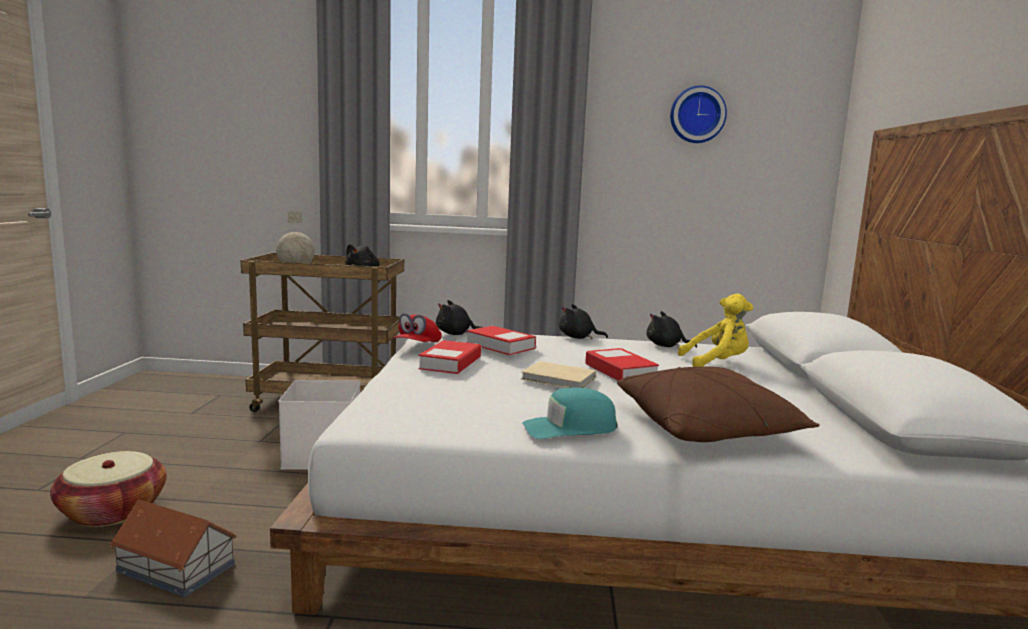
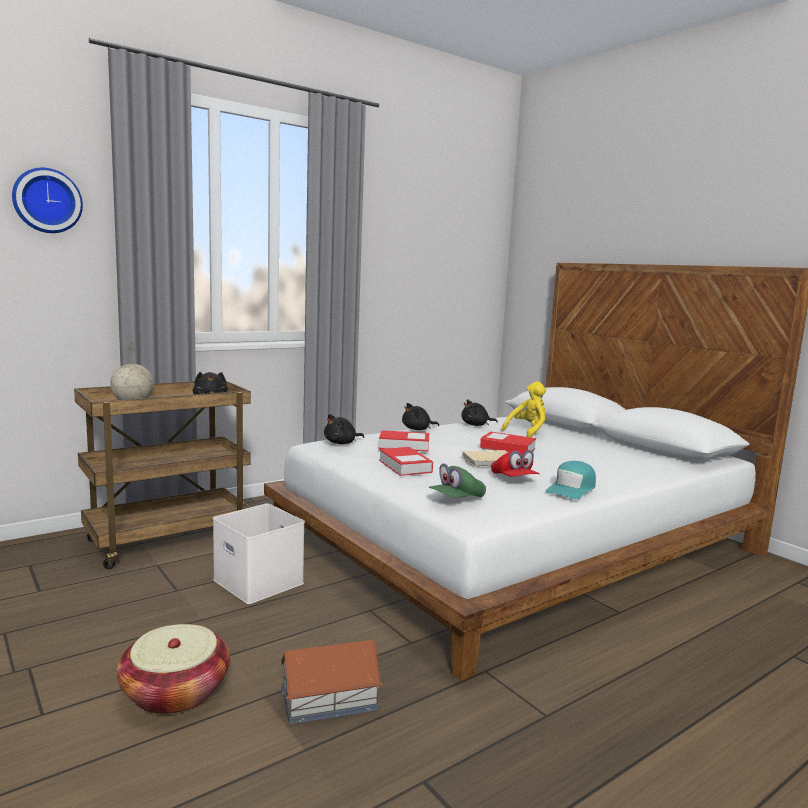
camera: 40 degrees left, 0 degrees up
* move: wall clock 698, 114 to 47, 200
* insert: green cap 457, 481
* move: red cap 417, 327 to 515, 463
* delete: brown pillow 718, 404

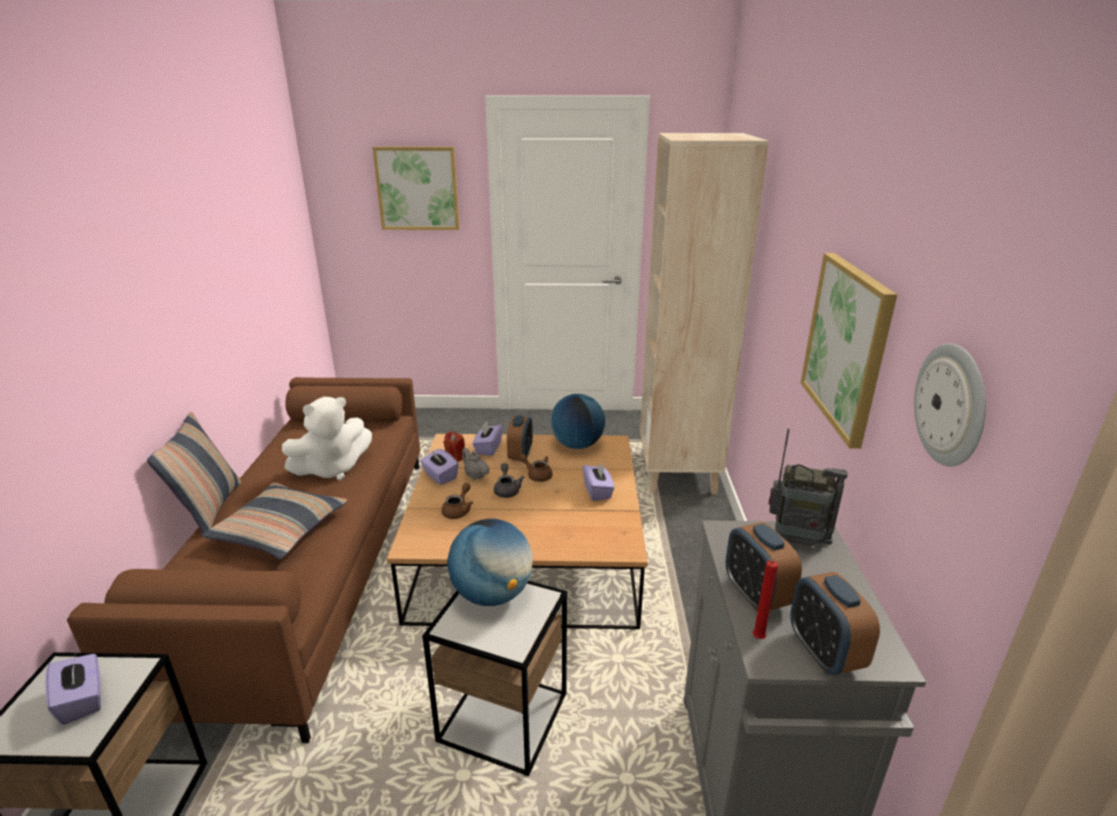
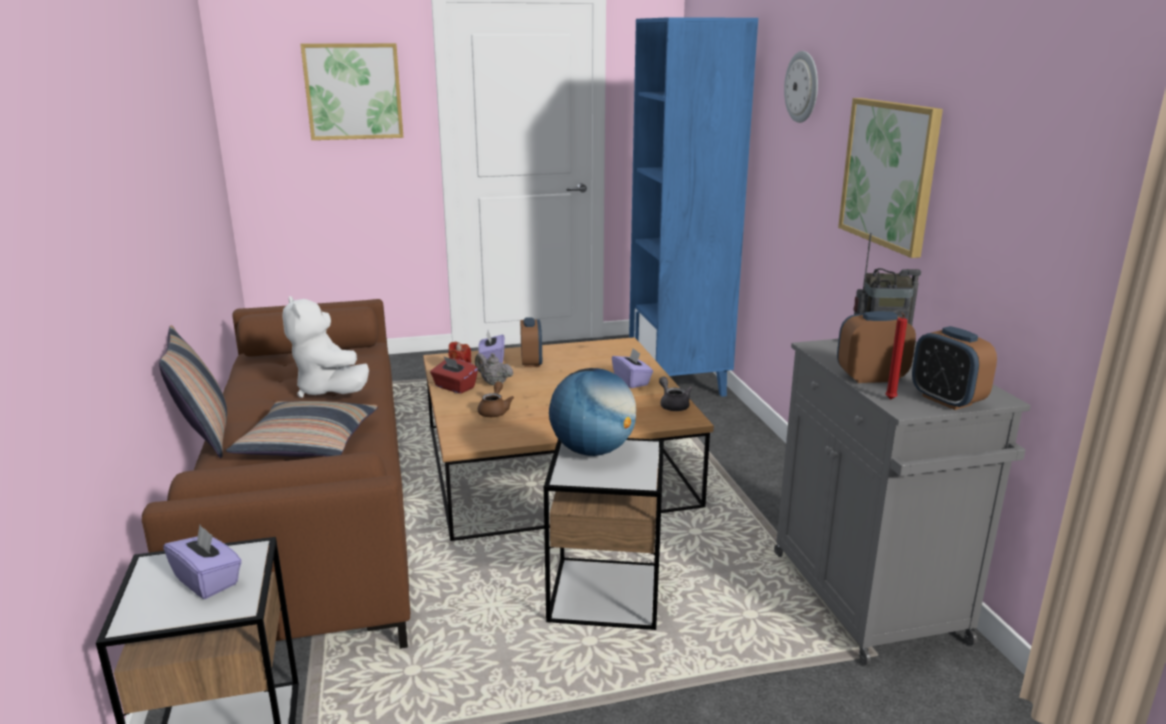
camera: 15 degrees left, 5 degrees down
* rotate: white plush toy 327, 438 = 325, 347 105 degrees clockwise
* recolor: purple tissue box 439, 467 to red tissue box 454, 375
* recolor: beige bookcase 704, 314 to blue bookcase 693, 207
* move: grey teapot 509, 480 to 675, 394
* move: wall clock 950, 405 to 801, 87
* rotate: alarm clock 764, 567 = 876, 347 120 degrees clockwise
* delete: brown teapot 536, 468
* delete: globe 577, 421

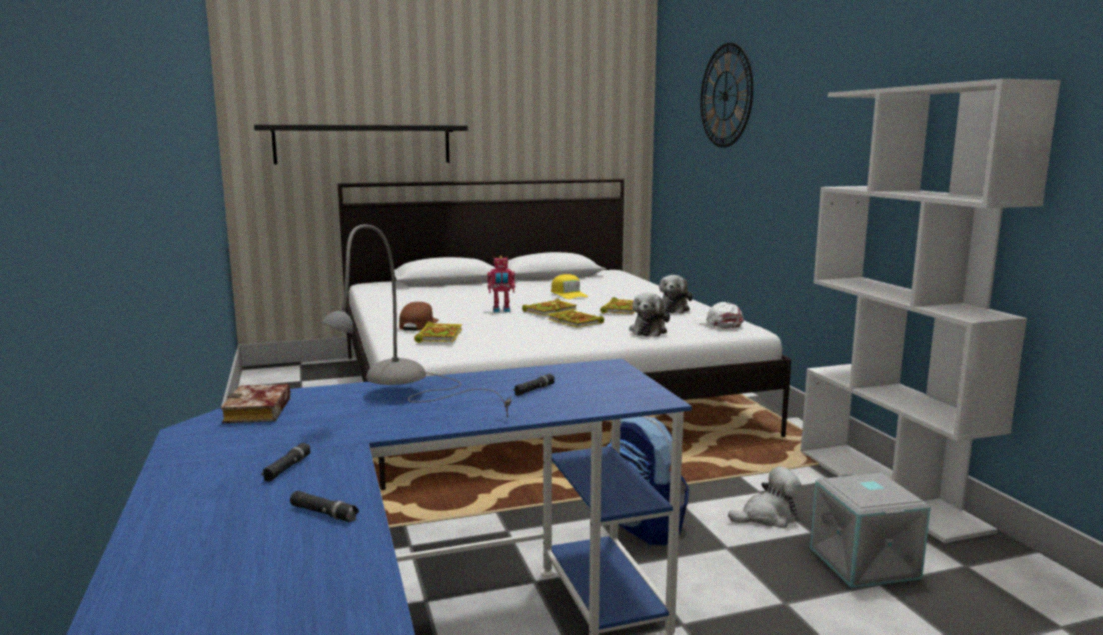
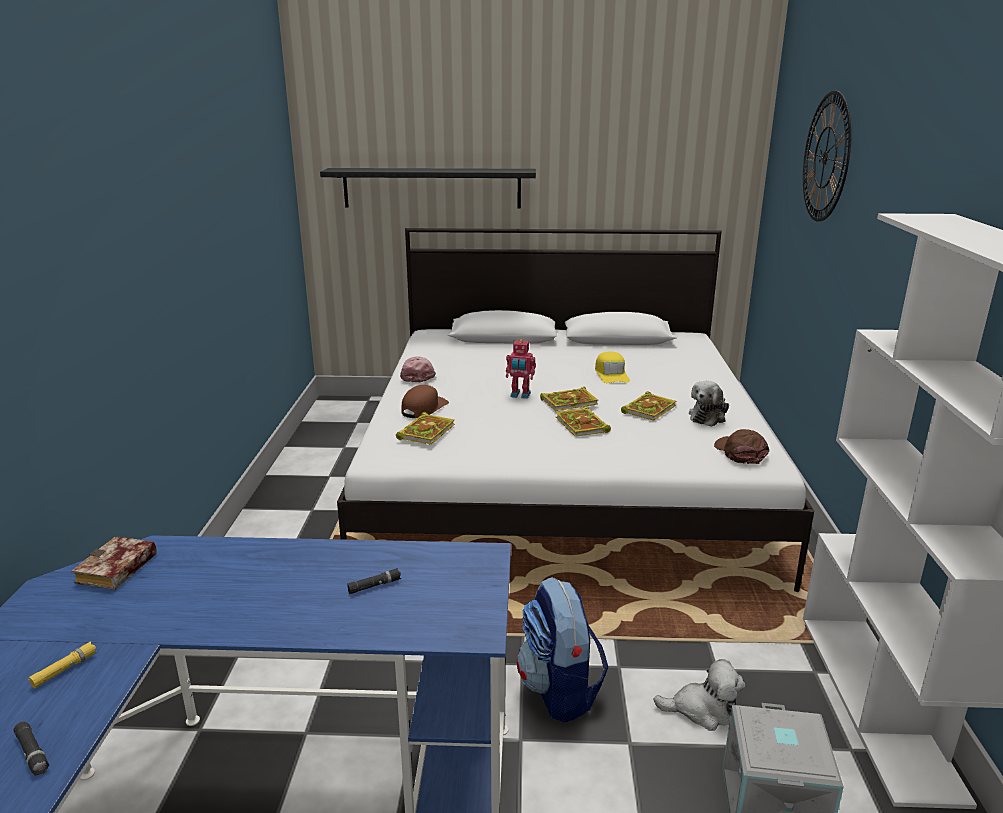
camera: 20 degrees right, 10 degrees up
* recolor: black flashlight 286, 462 to yellow flashlight 63, 665
* insert: pink cap 418, 369
* recolor: white cap 718, 315 to brown cap 741, 446
* delete: grey table lamp 417, 321
* delete: plush toy 649, 315

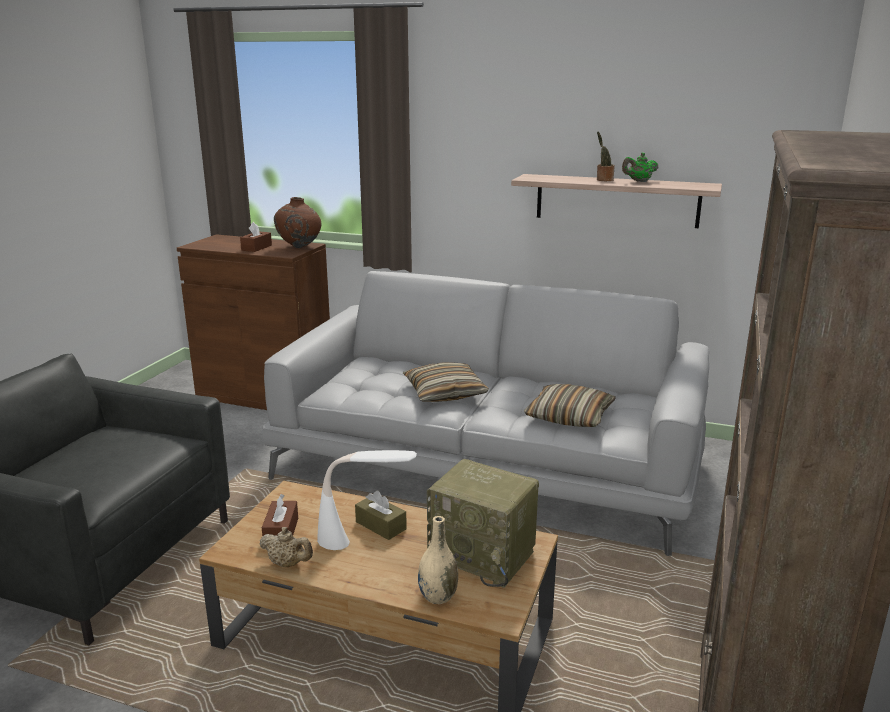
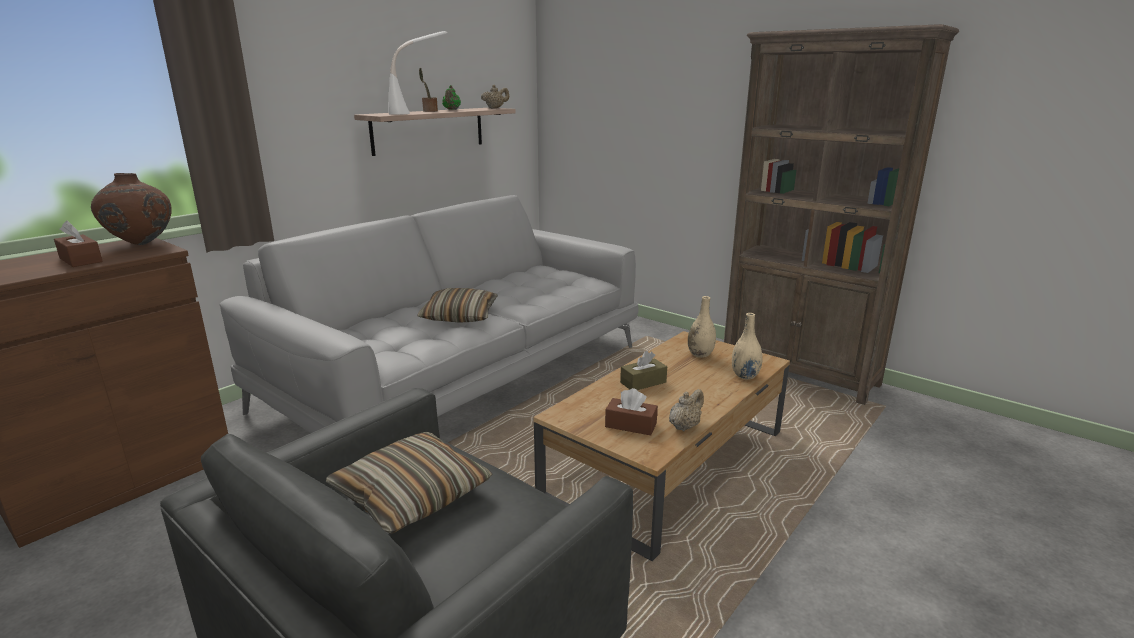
camera: 70 degrees left, 0 degrees up
* move: pillow 570, 405 to 409, 483
* move: white table lamp 367, 500 to 418, 73
* insert: beige teapot 495, 97
* replace: radio 483, 523 to beige vase 702, 327

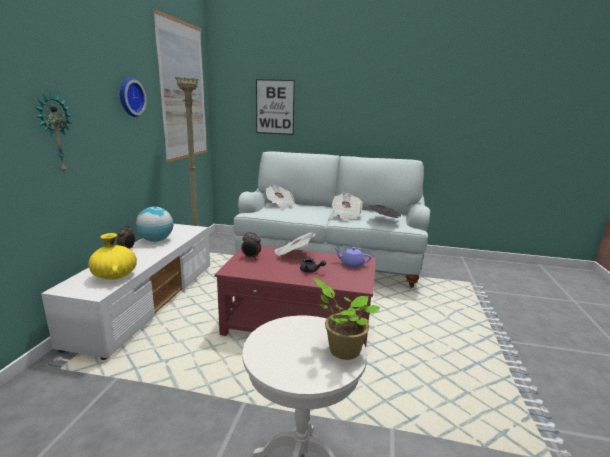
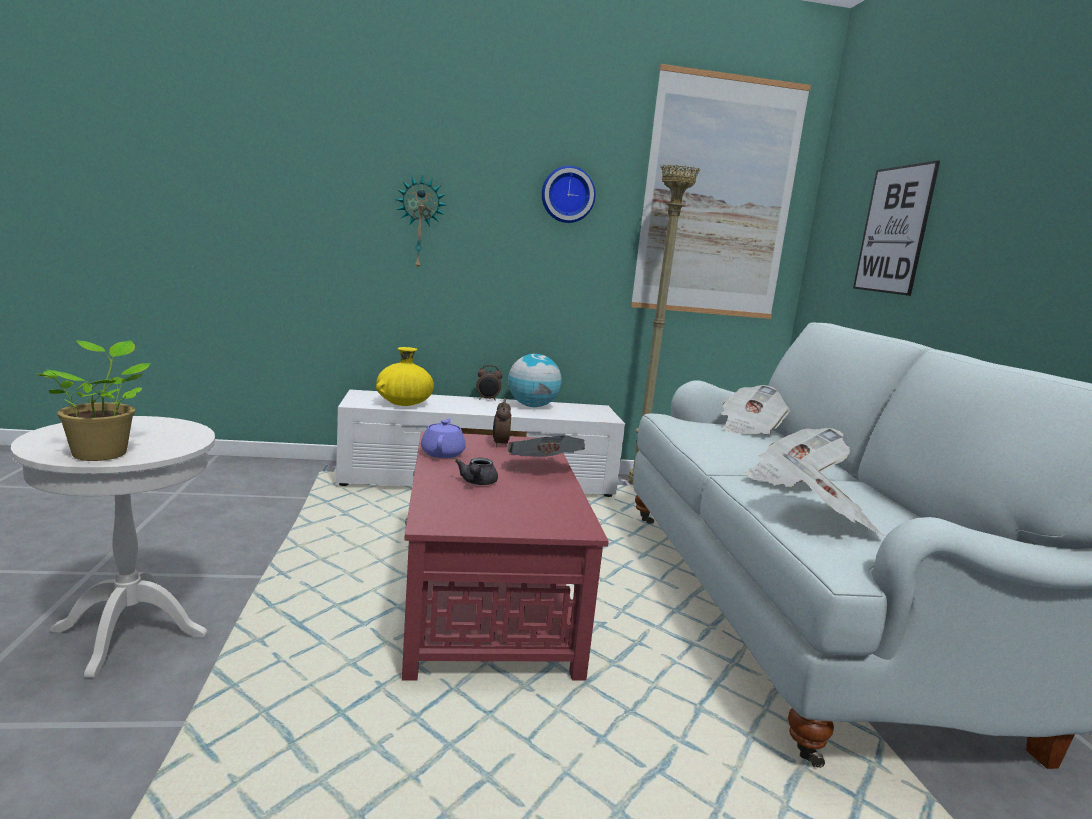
camera: 70 degrees right, 5 degrees down
* move: purple teapot 352, 257 to 443, 438

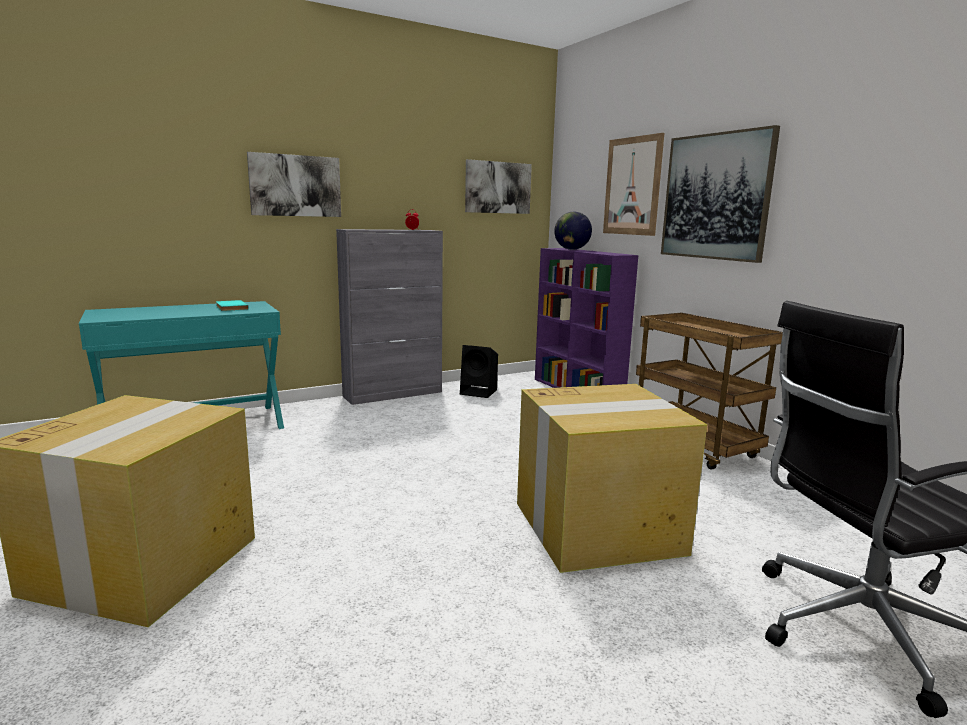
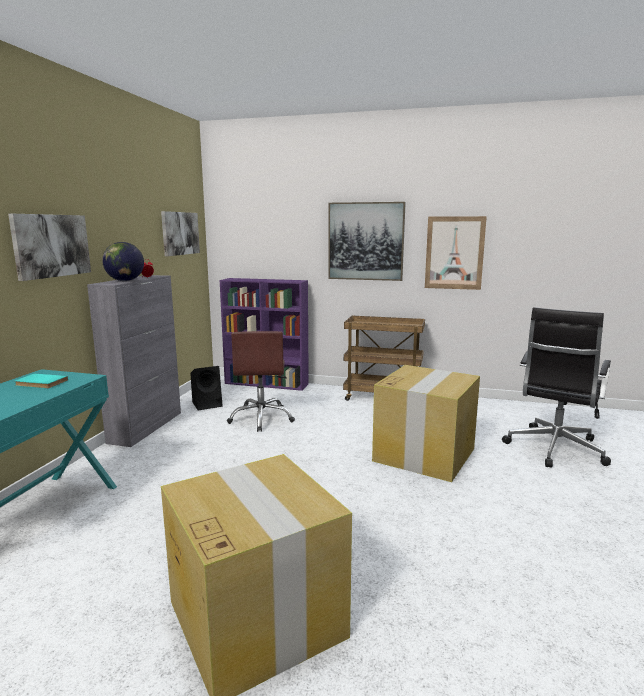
camera: 45 degrees left, 0 degrees up
* move: globe 573, 231 to 123, 261
* insert: brown office chair 261, 381
* move: picture 633, 184 to 456, 253

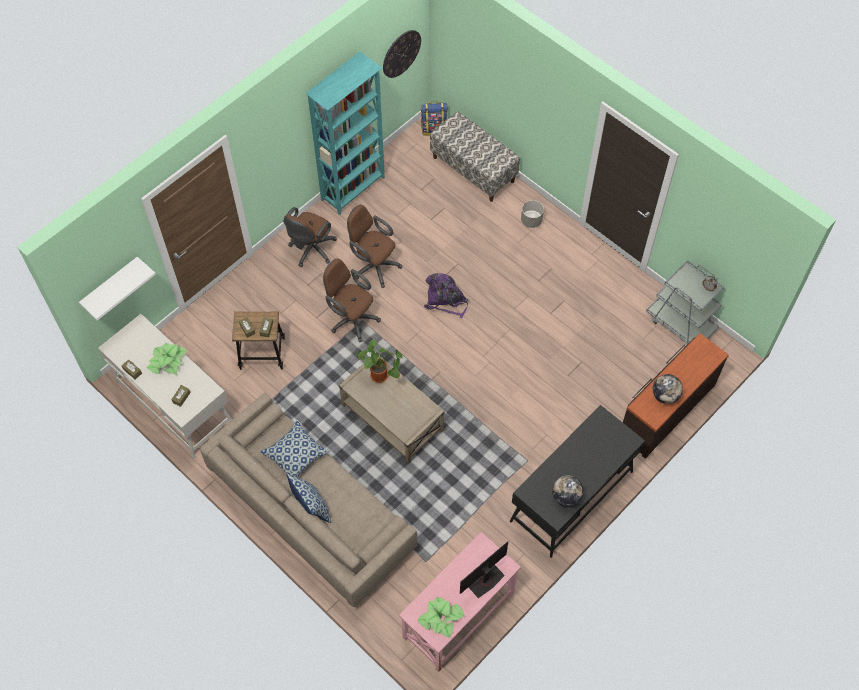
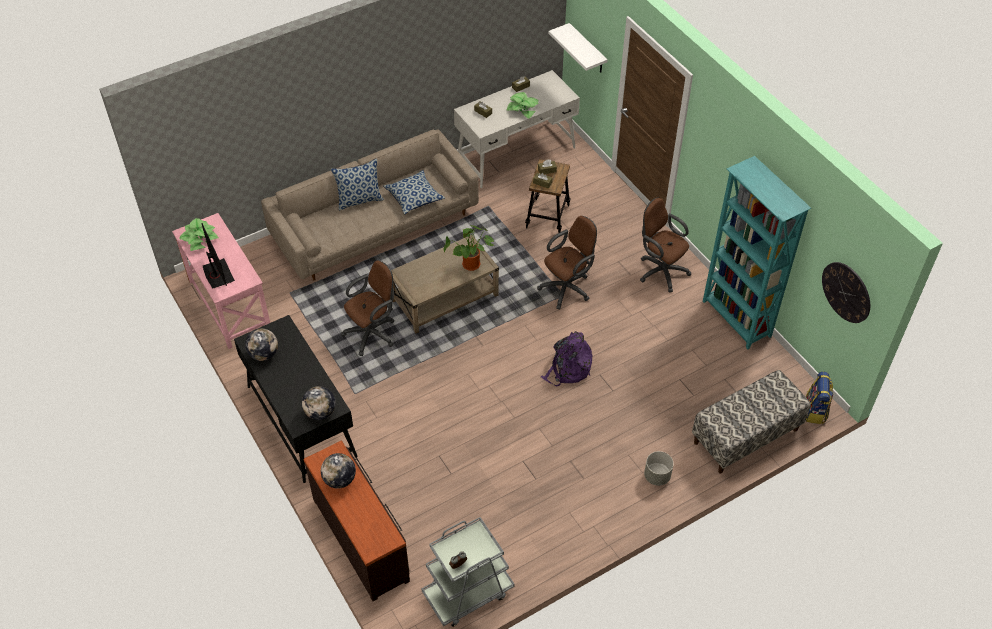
camera: 105 degrees right, 10 degrees down
* insert: globe 319, 403
* move: brown office chair 374, 246 to 368, 308

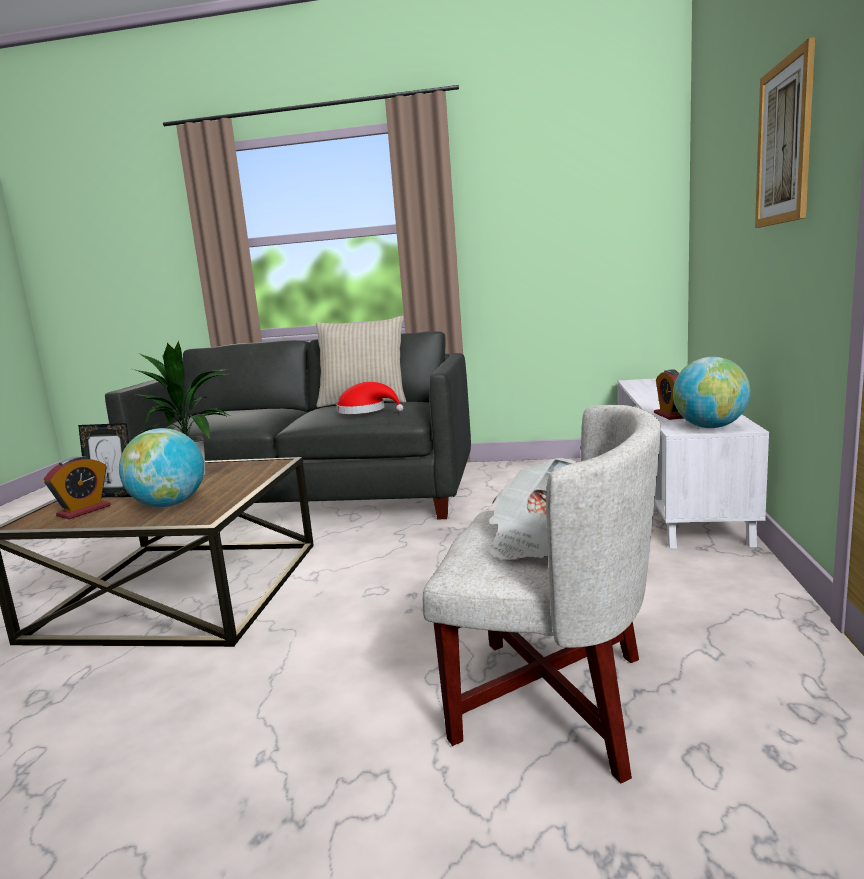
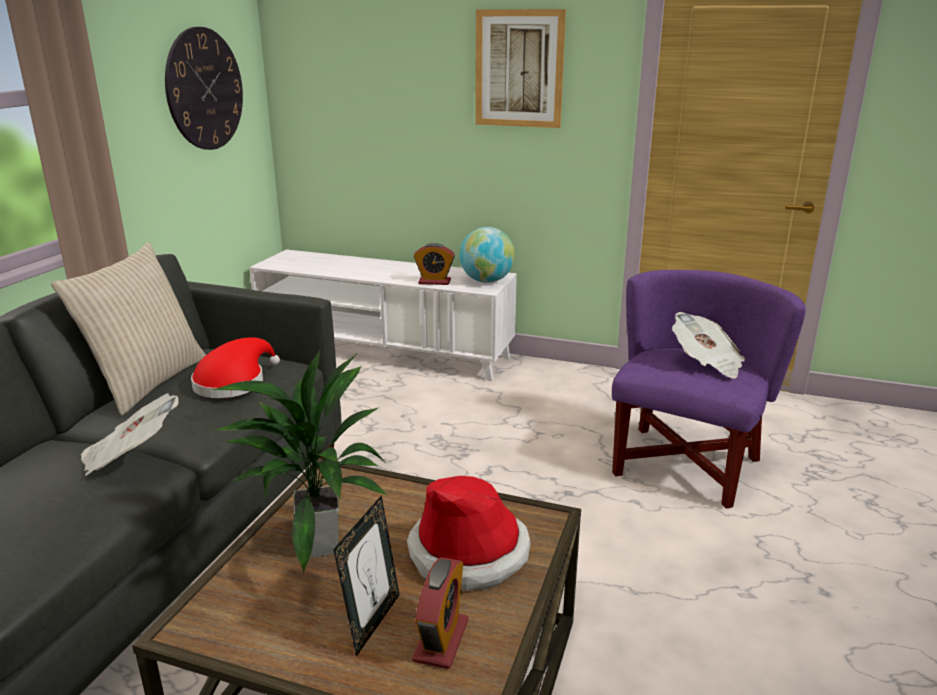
camera: 80 degrees left, 10 degrees up
* insert: newspaper 130, 434
* insert: wall clock 204, 88
* replace: globe 161, 467 to hat 468, 533
* rotate: alarm clock 77, 487 = 440, 613 60 degrees clockwise
* recolor: white armchair 542, 594 to purple armchair 709, 389

